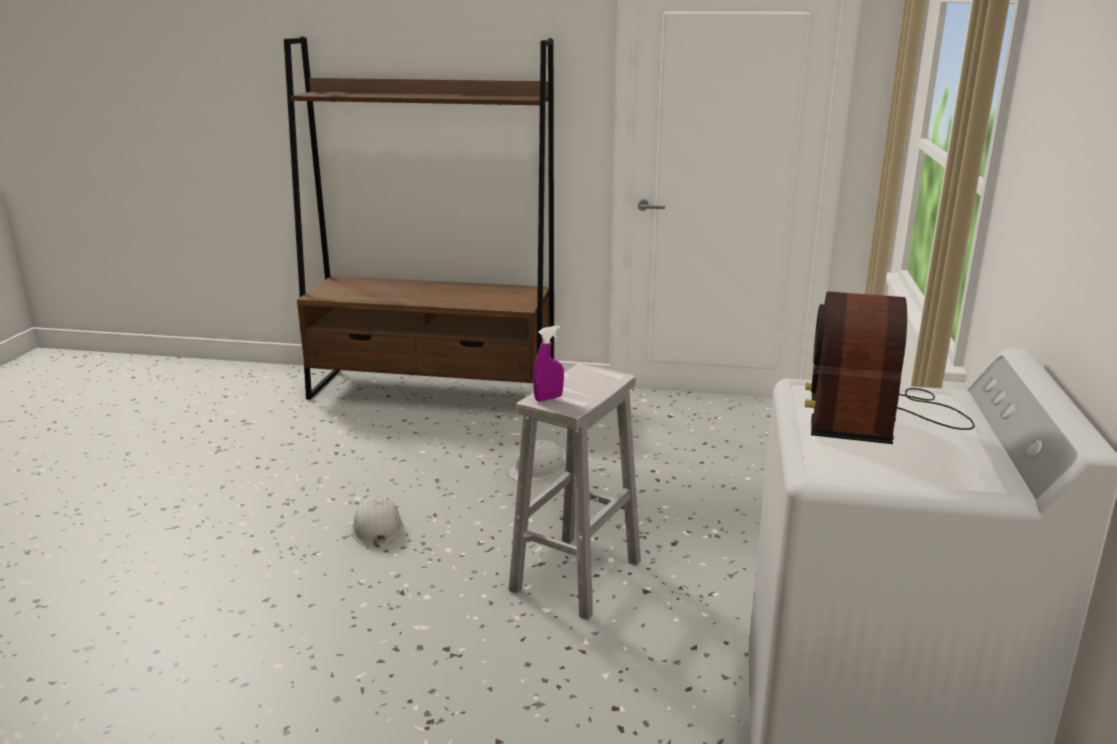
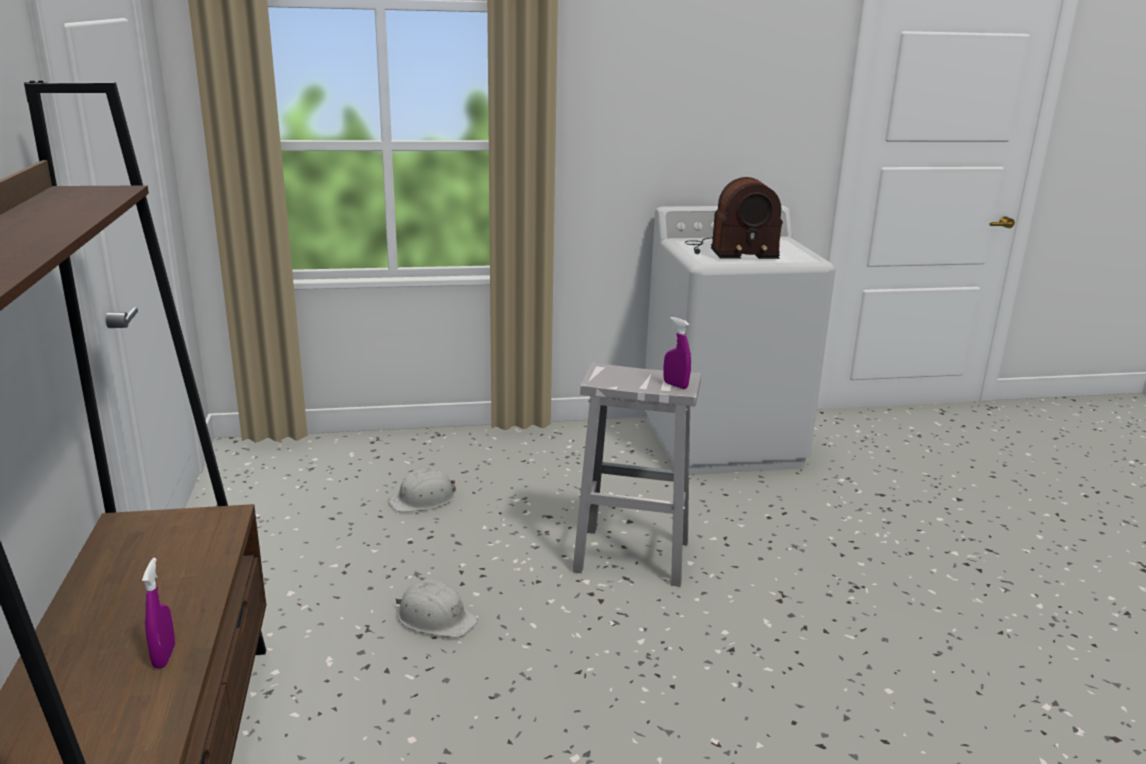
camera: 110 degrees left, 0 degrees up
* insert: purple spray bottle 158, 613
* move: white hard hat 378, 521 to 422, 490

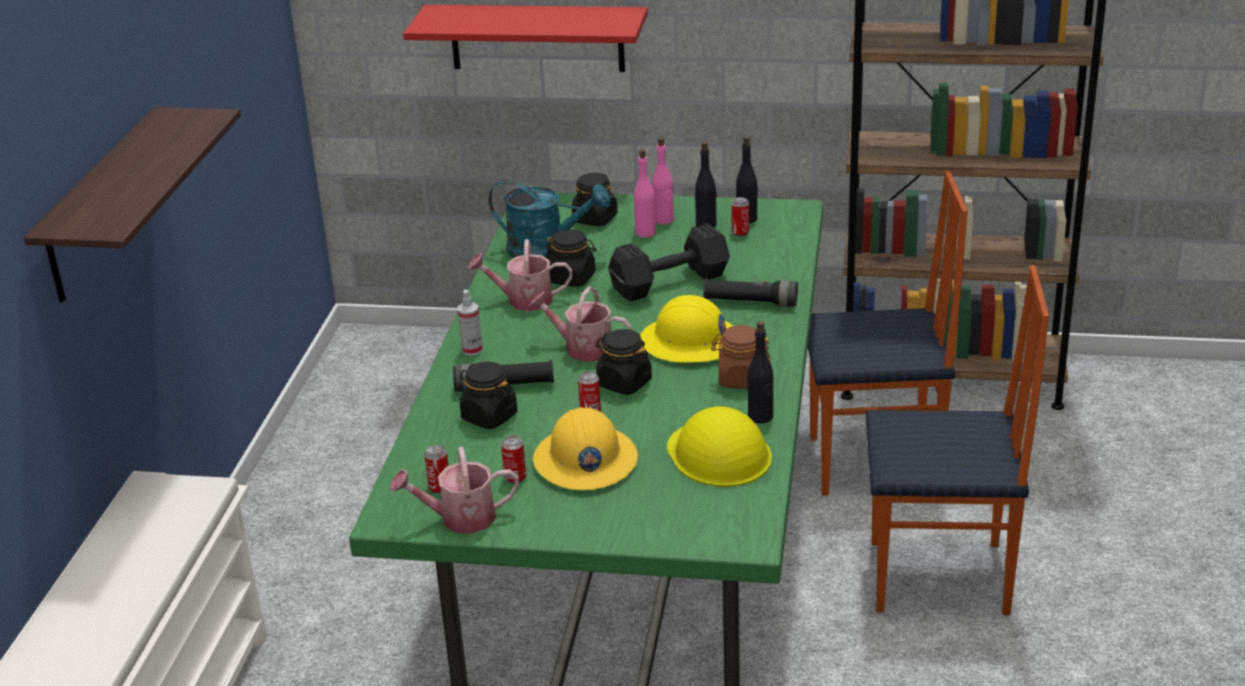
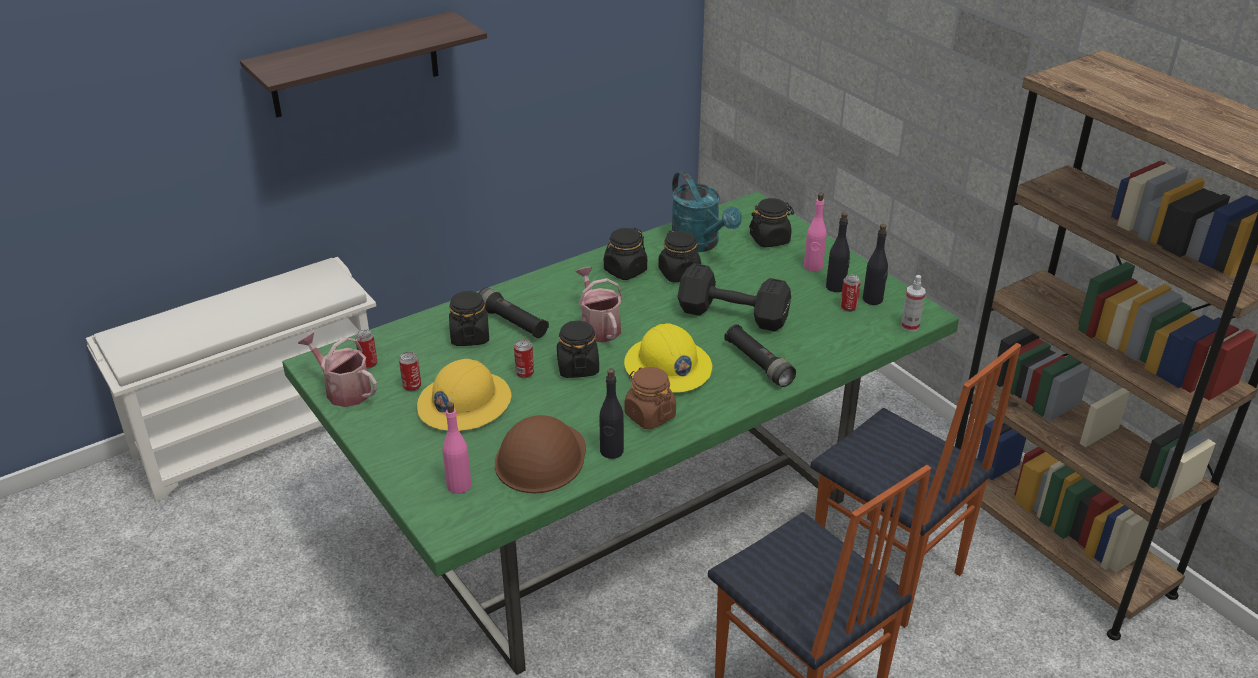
camera: 45 degrees right, 5 degrees up
* move: pink bottle 645, 193 to 457, 448
* recolor: yellow hard hat 719, 447 to brown hard hat 540, 454
* replace: watering can 520, 275 to black jar 625, 254
* move: spray bottle 470, 323 to 913, 303
* delete: red shelf 525, 38

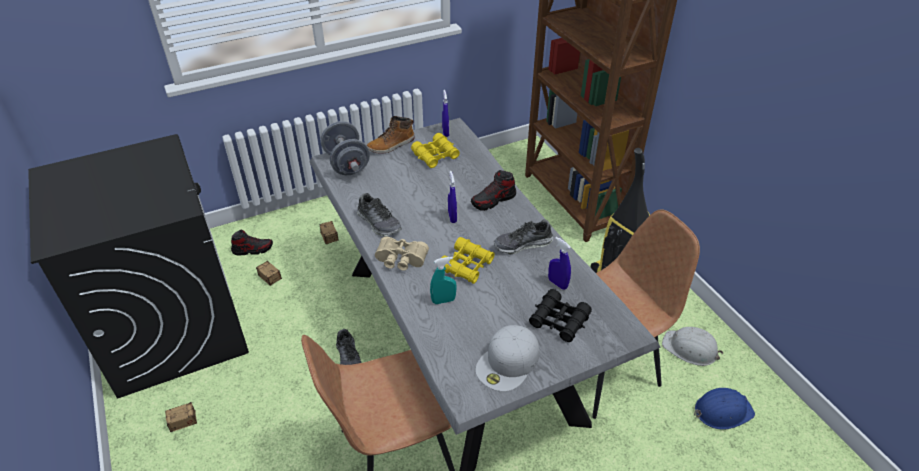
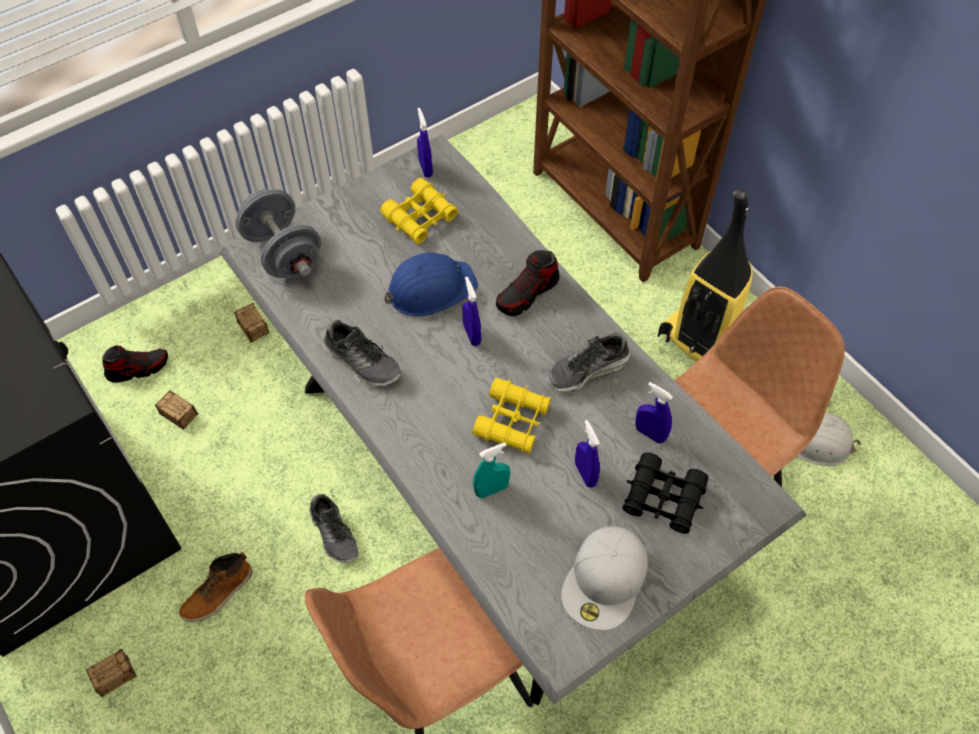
camera: 10 degrees left, 15 degrees up
* move: boot 391, 135 to 216, 587
* move: blue hard hat 724, 409 to 431, 285
* insert: blue spray bottle 587, 454
* delete: beige binoculars 402, 253

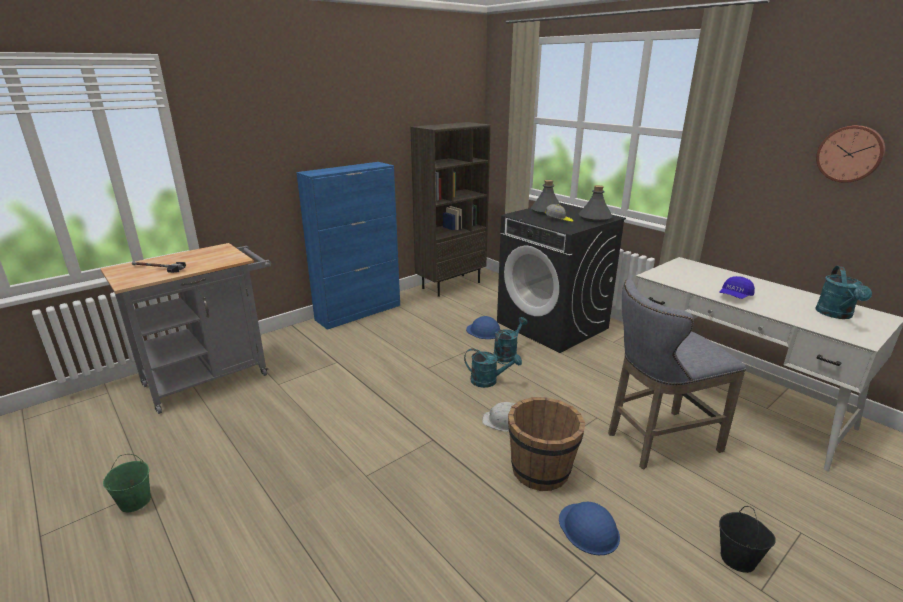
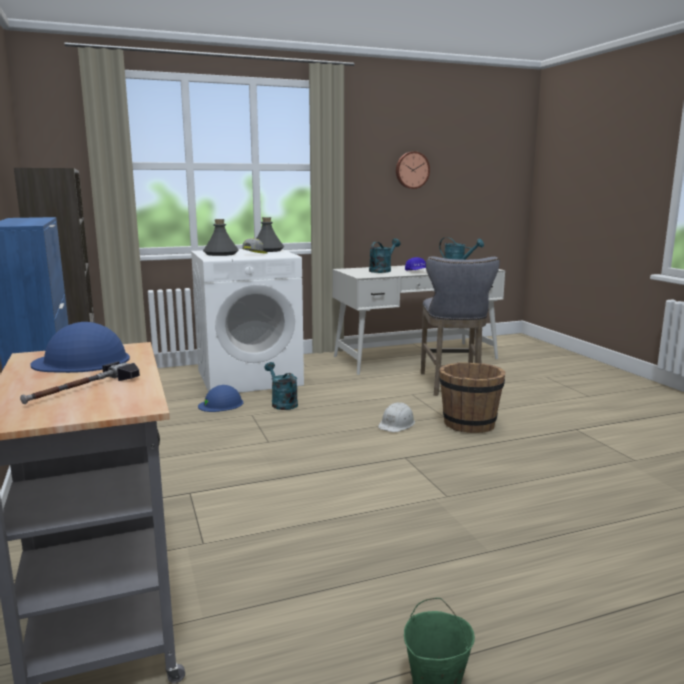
camera: 70 degrees left, 10 degrees down
* move: blue hard hat 589, 528 to 80, 347
* recolor: black washing machine 561, 277 to white washing machine 247, 321
* move: turquoise watering can 493, 368 to 384, 256
* delete: black bucket 747, 539

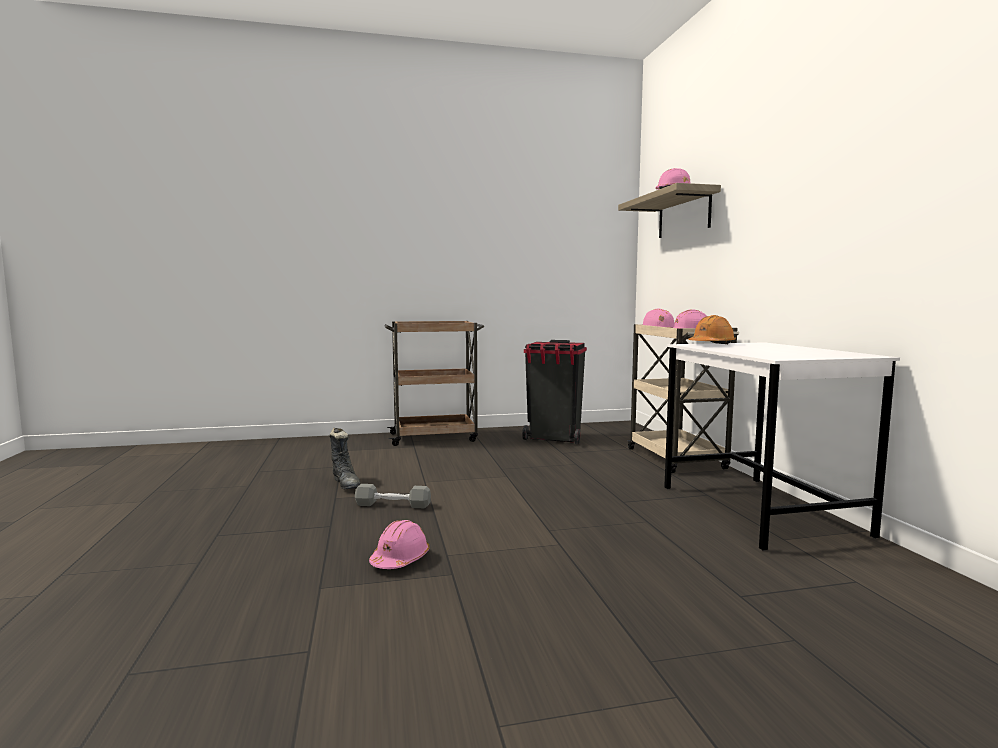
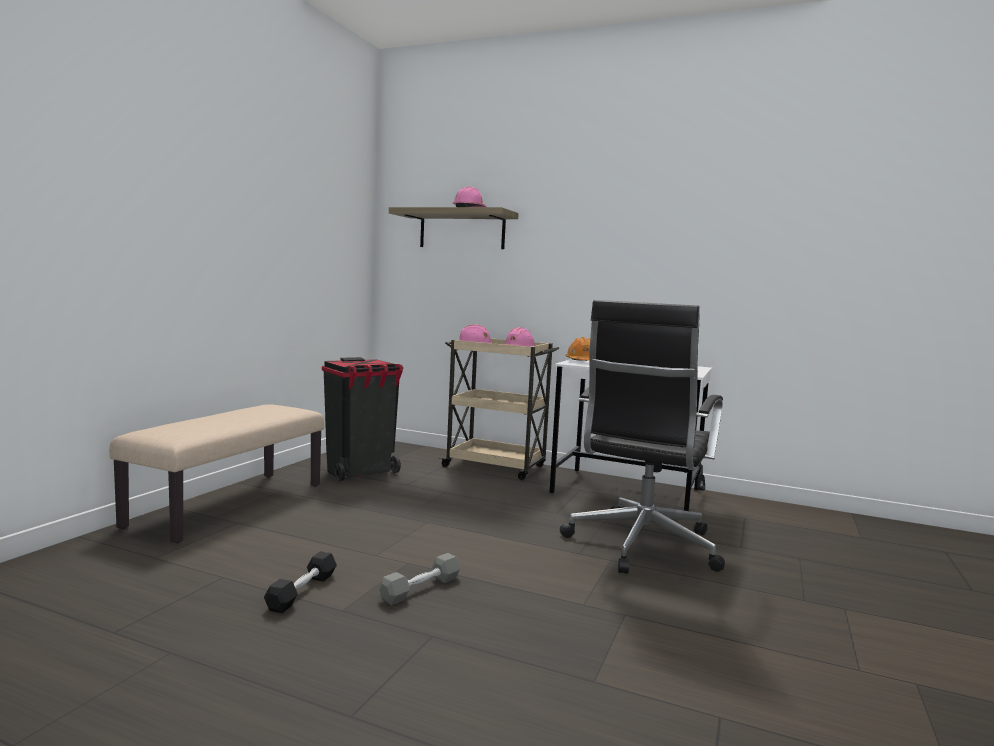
camera: 55 degrees left, 0 degrees up
* replace: brown cart 434, 383 to beige bench 217, 473
* replace: black boot 344, 458 to black dumbbell 300, 582
* insert: black office chair 642, 437
* delete: pink hard hat 399, 544

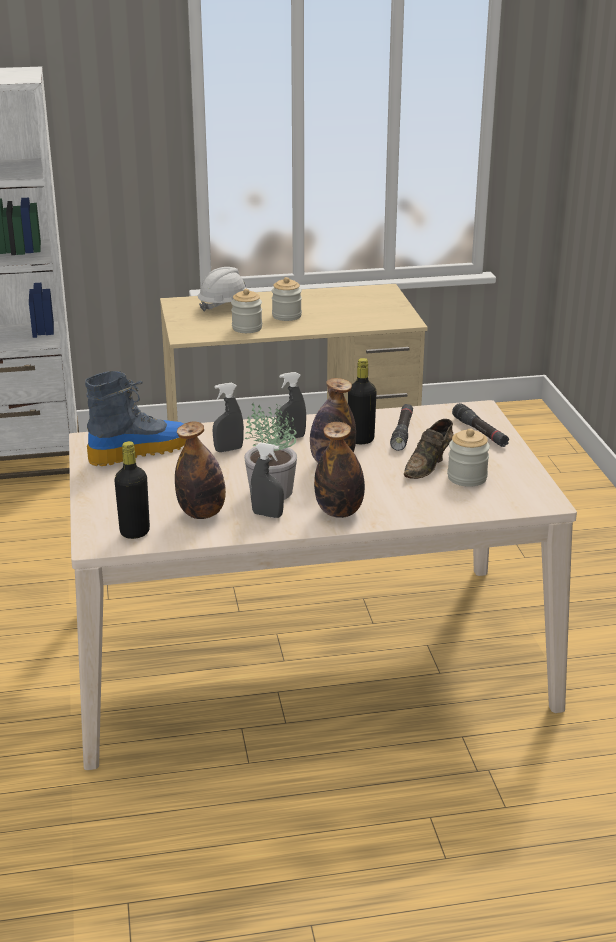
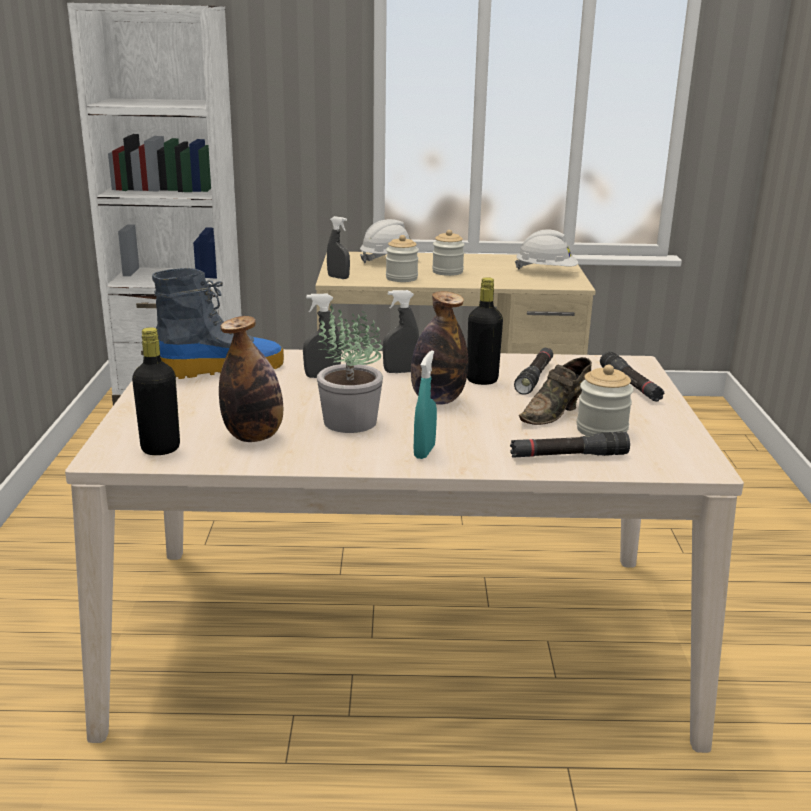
camera: 10 degrees right, 5 degrees down
* move: grey spray bottle 267, 480 to 338, 247
* replace: bottle 339, 470 to turquoise spray bottle 425, 404
* insert: black flashlight 570, 444
* insert: white hard hat 546, 249

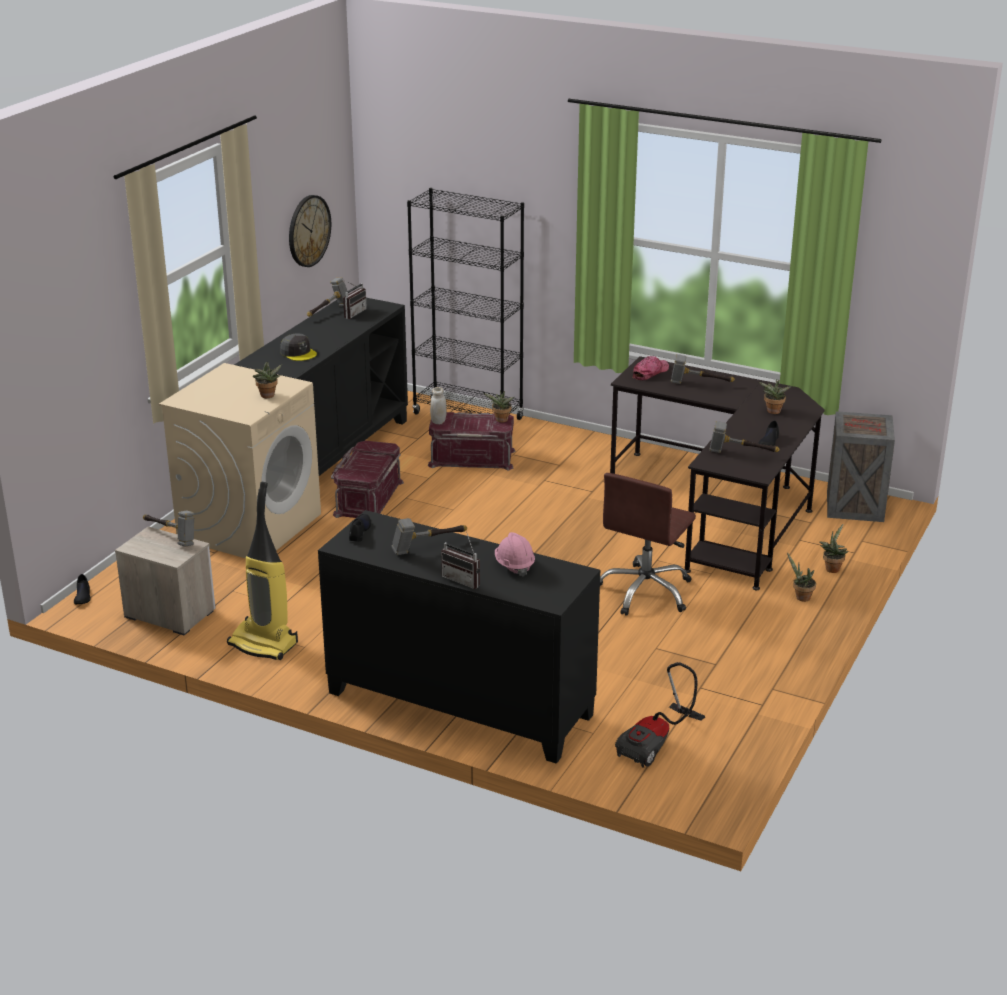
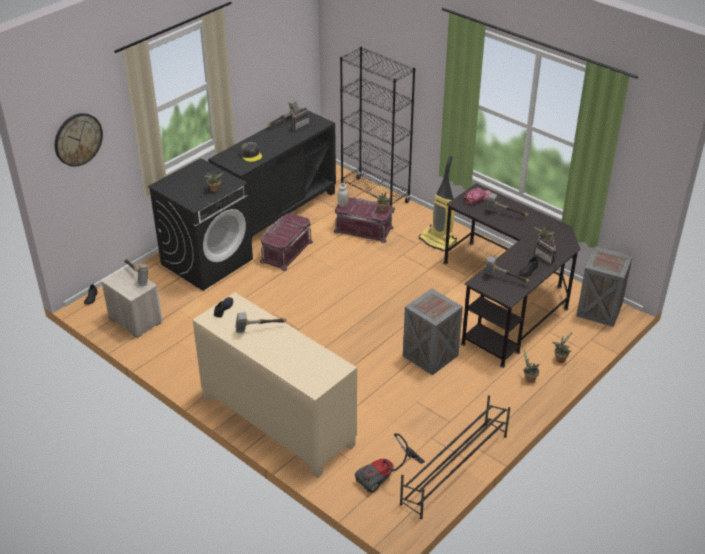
camera: 15 degrees right, 10 degrees up
* move: wall clock 310, 231 to 79, 140
* recolor: beige washing machine 240, 460 to black washing machine 200, 224
* recolor: black cabinet 459, 637 to beige cabinet 275, 385
* insert: black shoe rack 455, 457
* replace: brown office chair 648, 544 to crate 433, 331
* move: vacuum cleaner 262, 571 to 438, 203
* move: radio 460, 560 to 546, 249
* delete: pink hard hat 515, 554

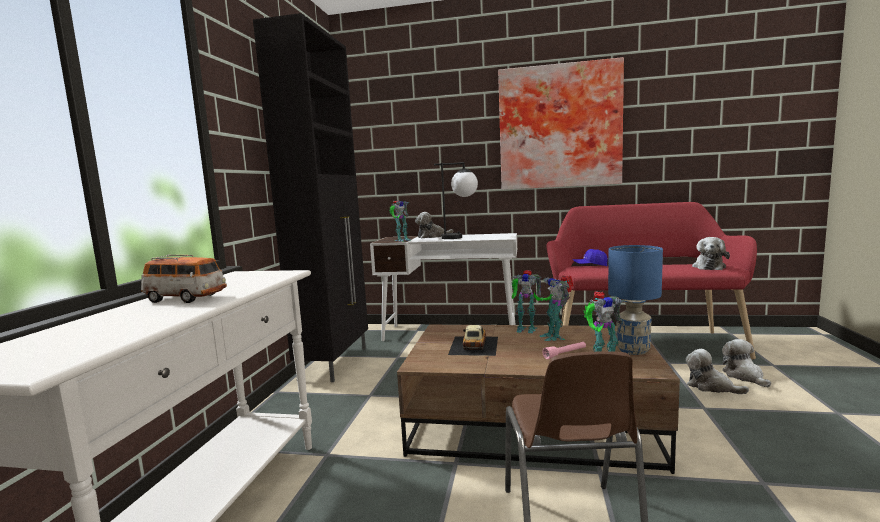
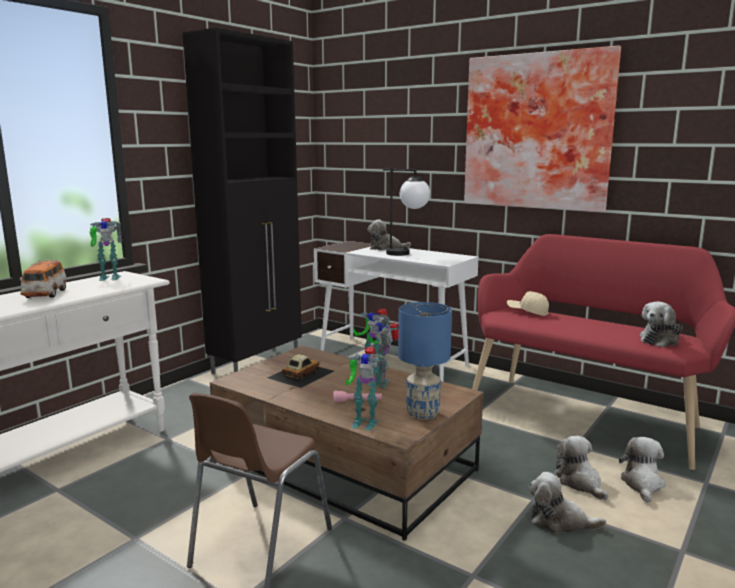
camera: 25 degrees right, 5 degrees up
* rotate: toy car 184, 279 = 43, 278 45 degrees clockwise
* move: toy robot 399, 220 to 105, 249
* recolor: blue cap 589, 257 to beige cap 528, 303
* insert: plush toy 567, 503

